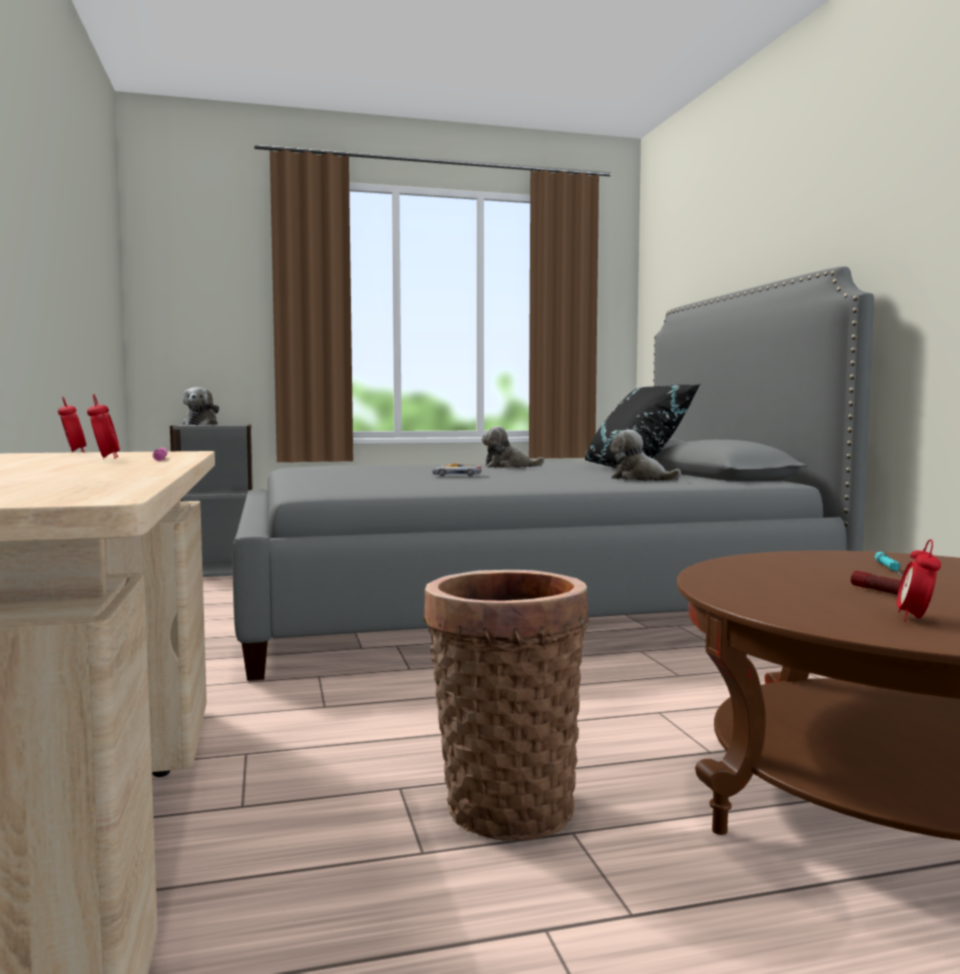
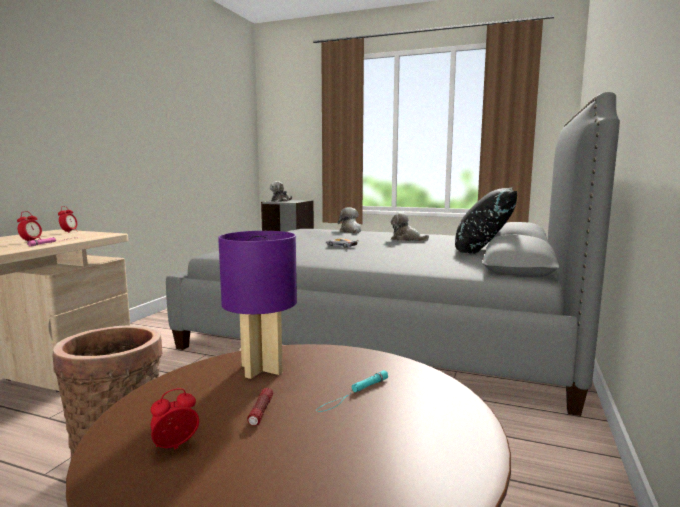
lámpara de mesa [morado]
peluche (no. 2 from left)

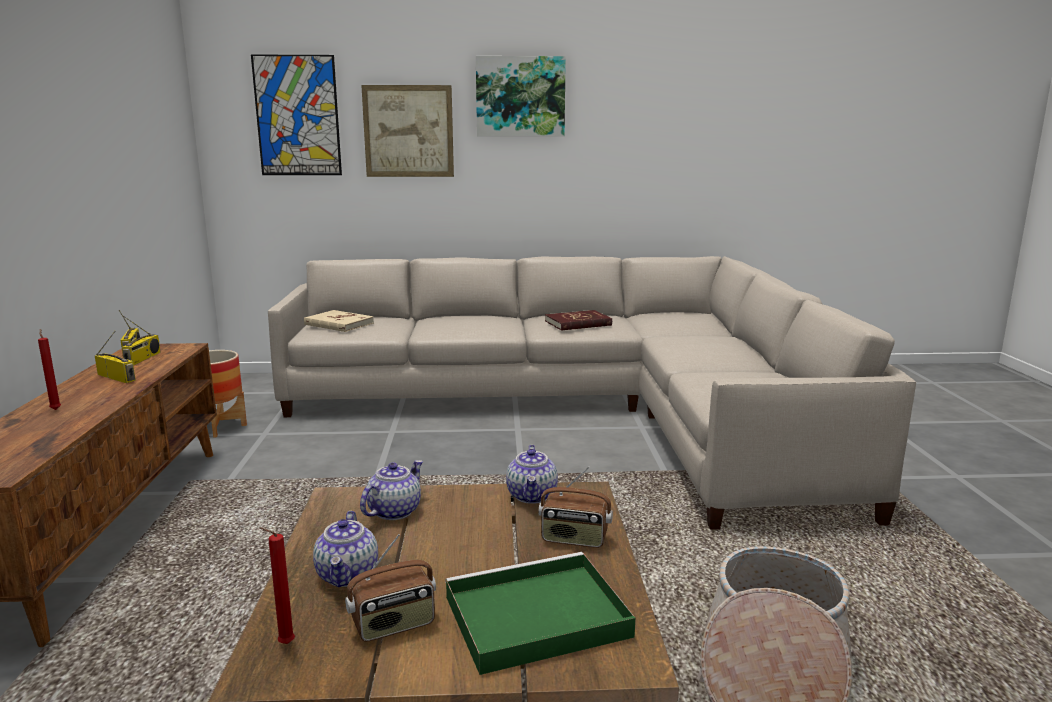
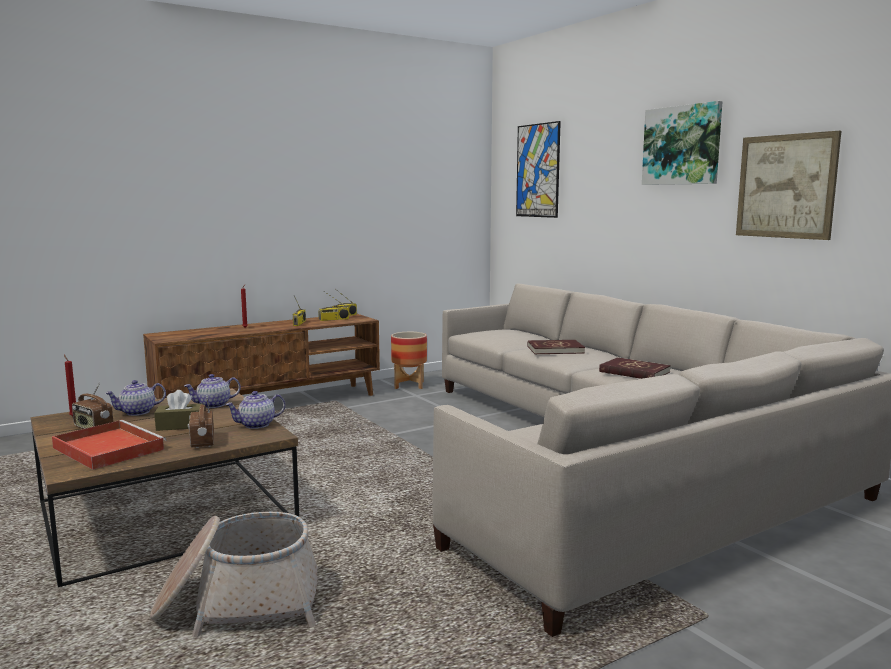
bandeja [rojo]
caja de pañuelos [marrón]
tetera (no. 2 from left)
libro [rojo] (no. 1 from left)
cuadro (no. 3 from left)
libro [beis]

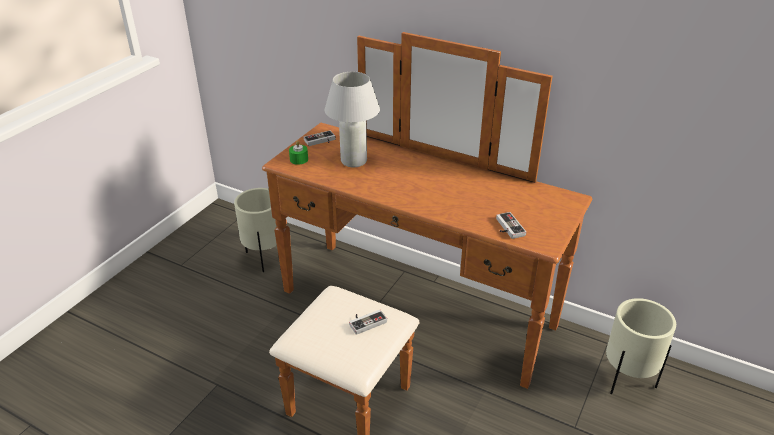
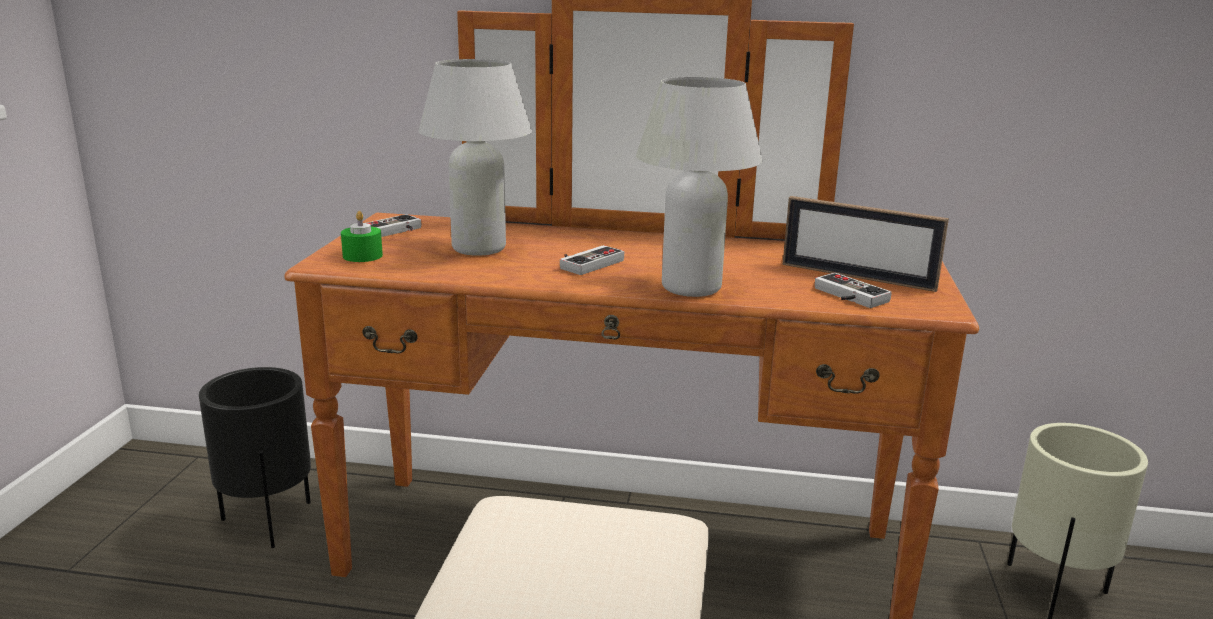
maceta [negro]
mando de consola (no. 2 from left)
lámpara de mesa [blanco] (no. 2 from left)
portarretratos

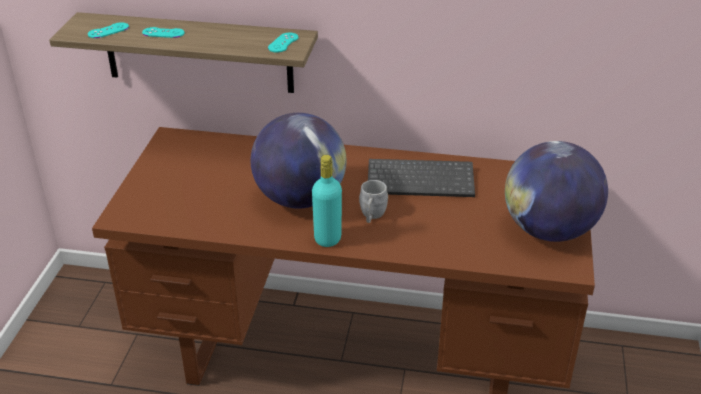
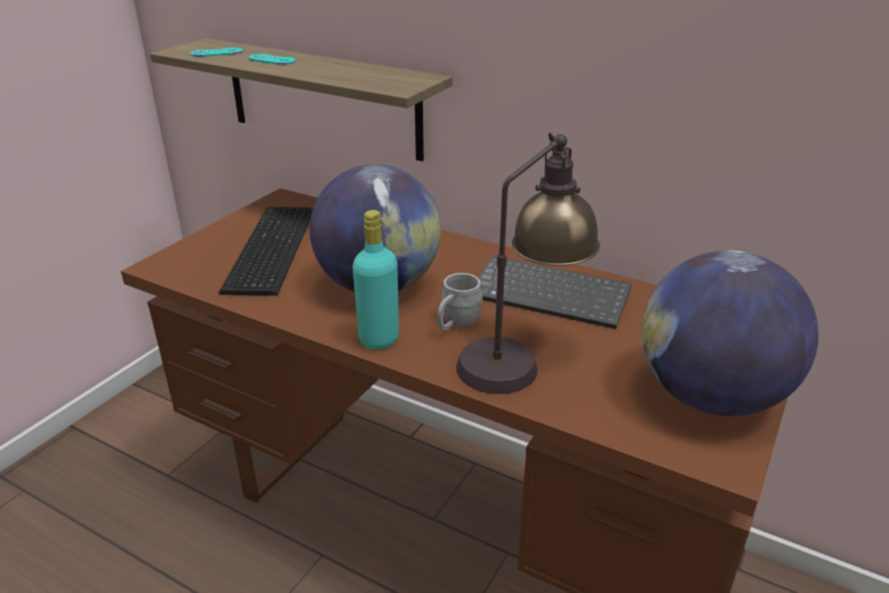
teclado (no. 1 from left)
lámpara de mesa
mando de consola [turquesa] (no. 3 from left in the first image)

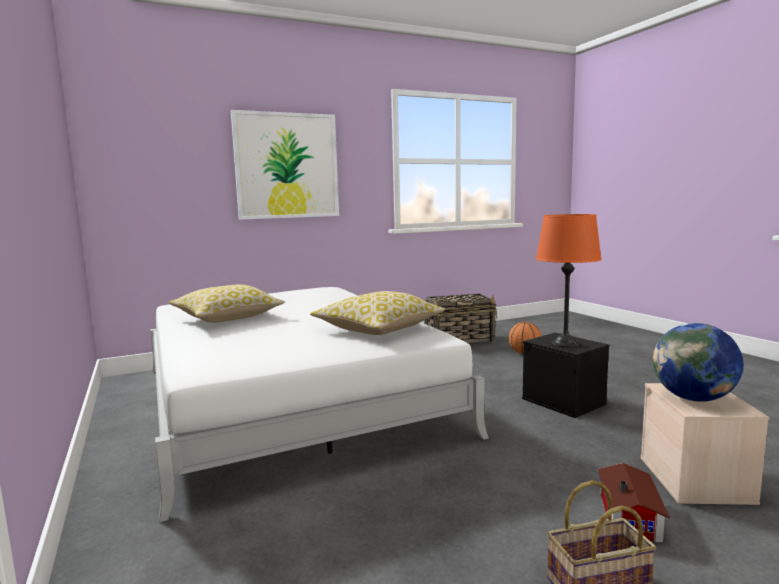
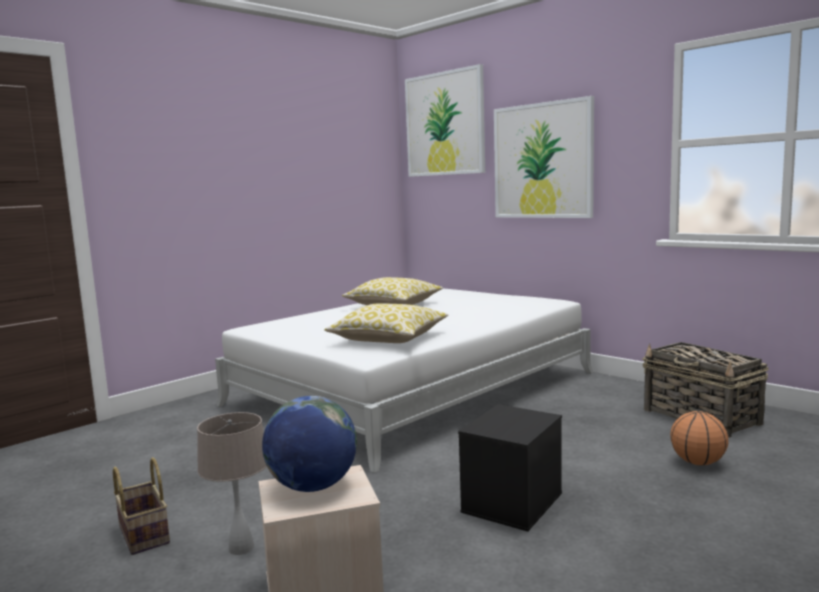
lámpara de mesa [beis]
cuadro (no. 1 from left)
lámpara de mesa [naranja]

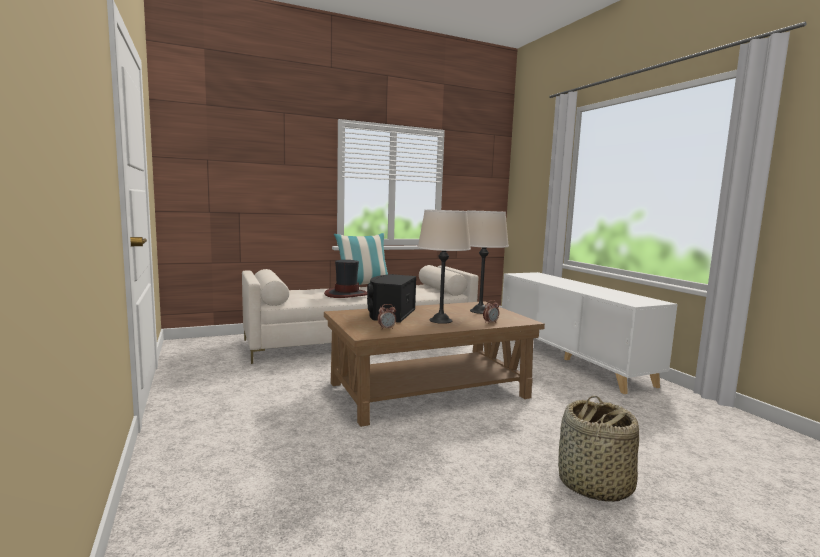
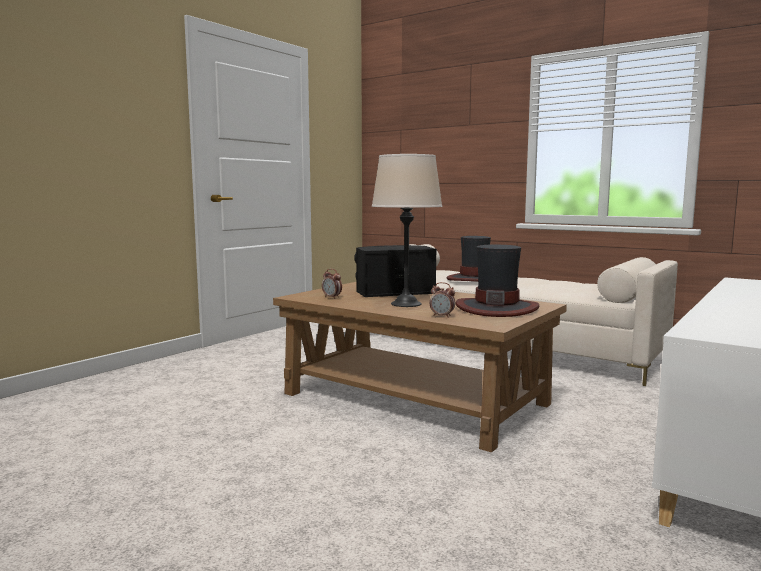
sombrero (no. 2 from left)
cojín
cesta

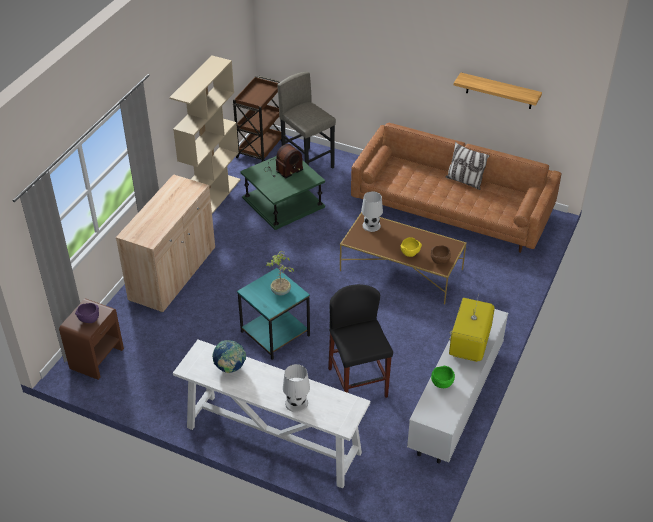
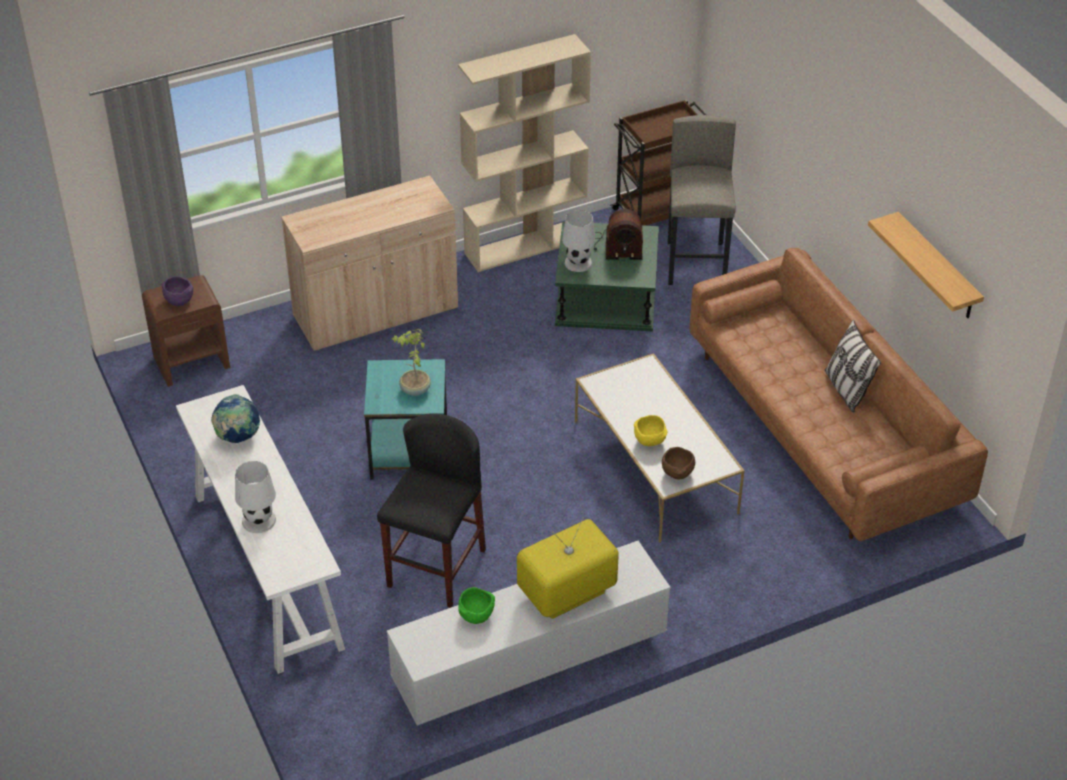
lámpara de mesa [blanco] (no. 2 from left)
mesa de centro [blanco]

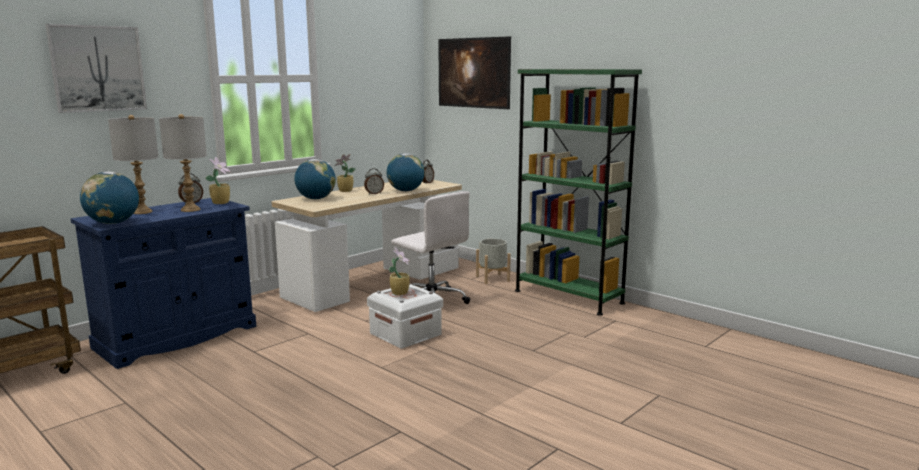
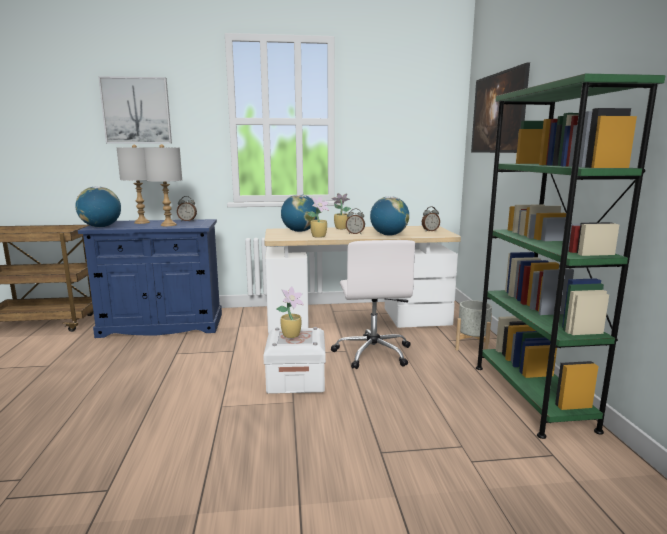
planta en maceta (no. 2 from left)

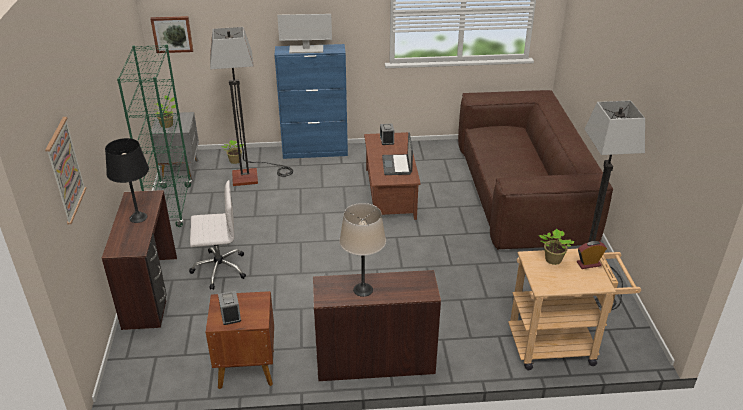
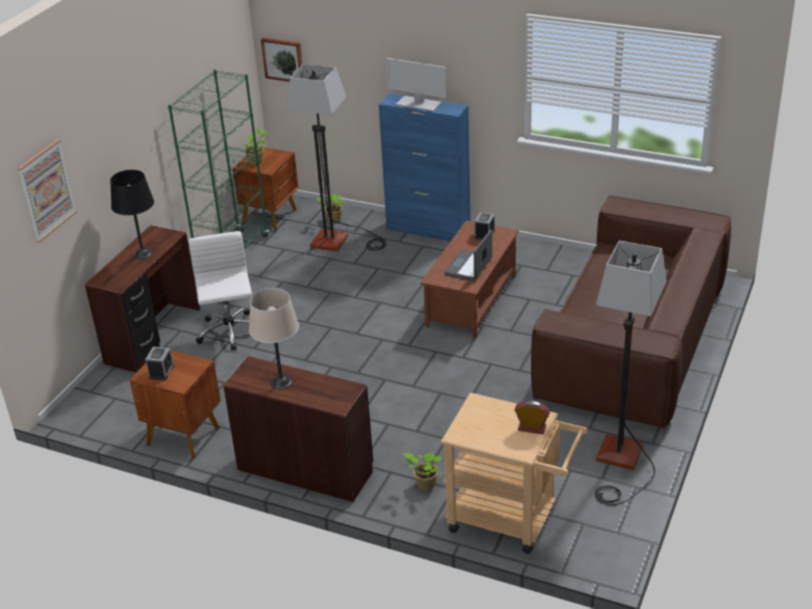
silla de oficina [blanco]
mesita de noche [marrón] (no. 2 from left)
planta en maceta (no. 3 from left)

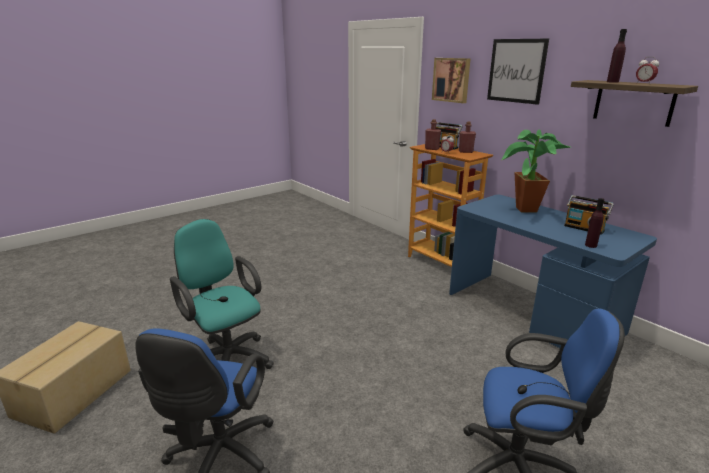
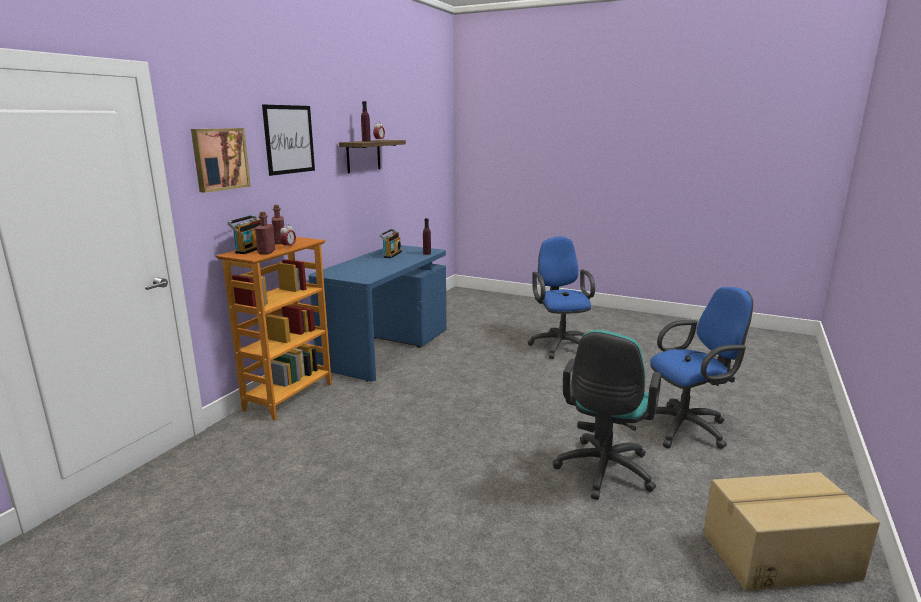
planta en maceta

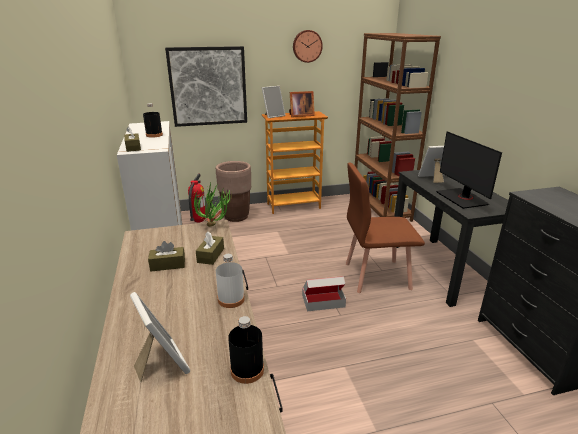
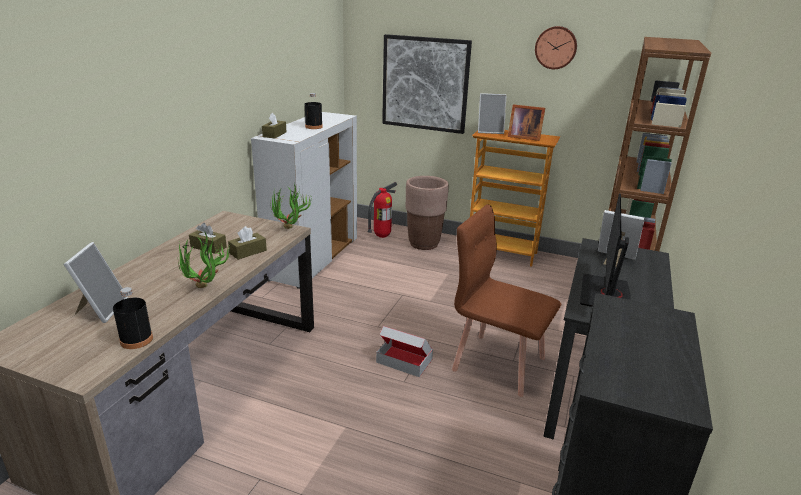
planta en maceta (no. 1 from left)

